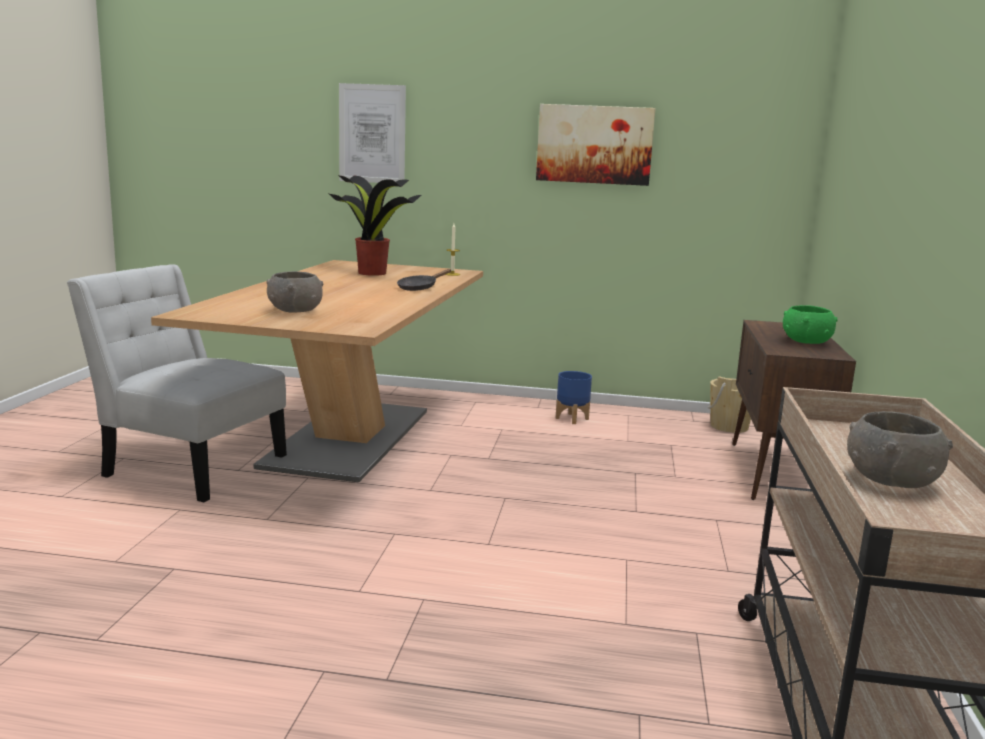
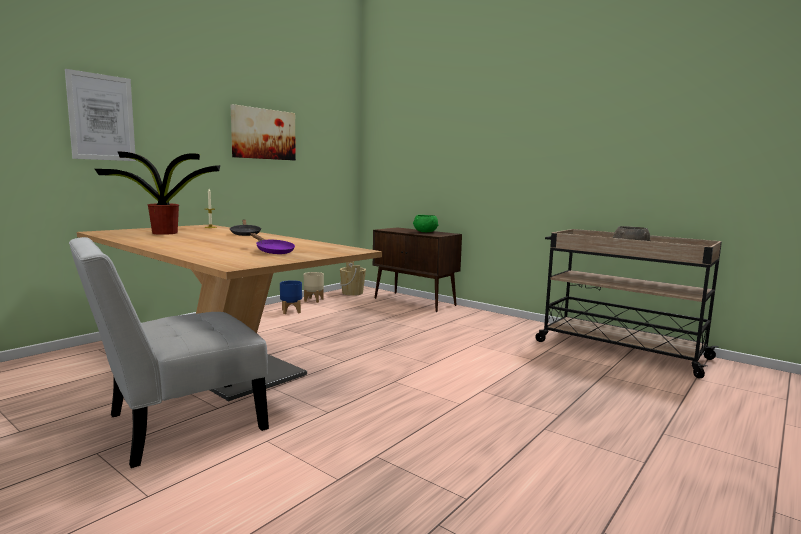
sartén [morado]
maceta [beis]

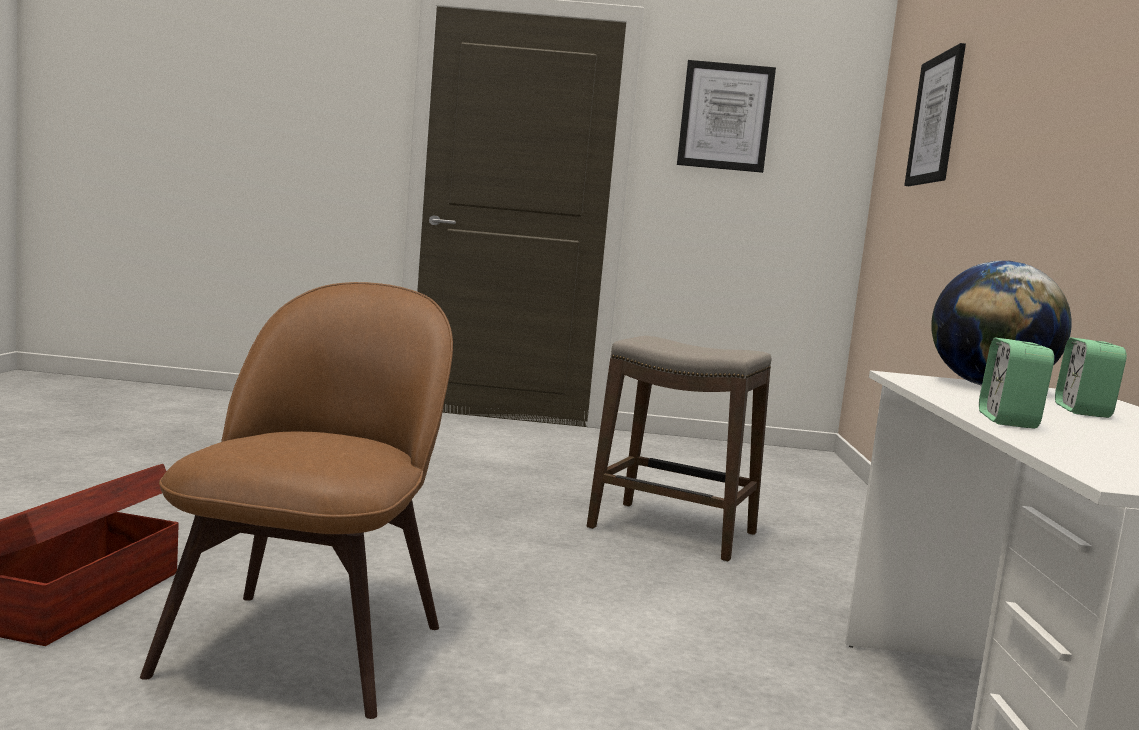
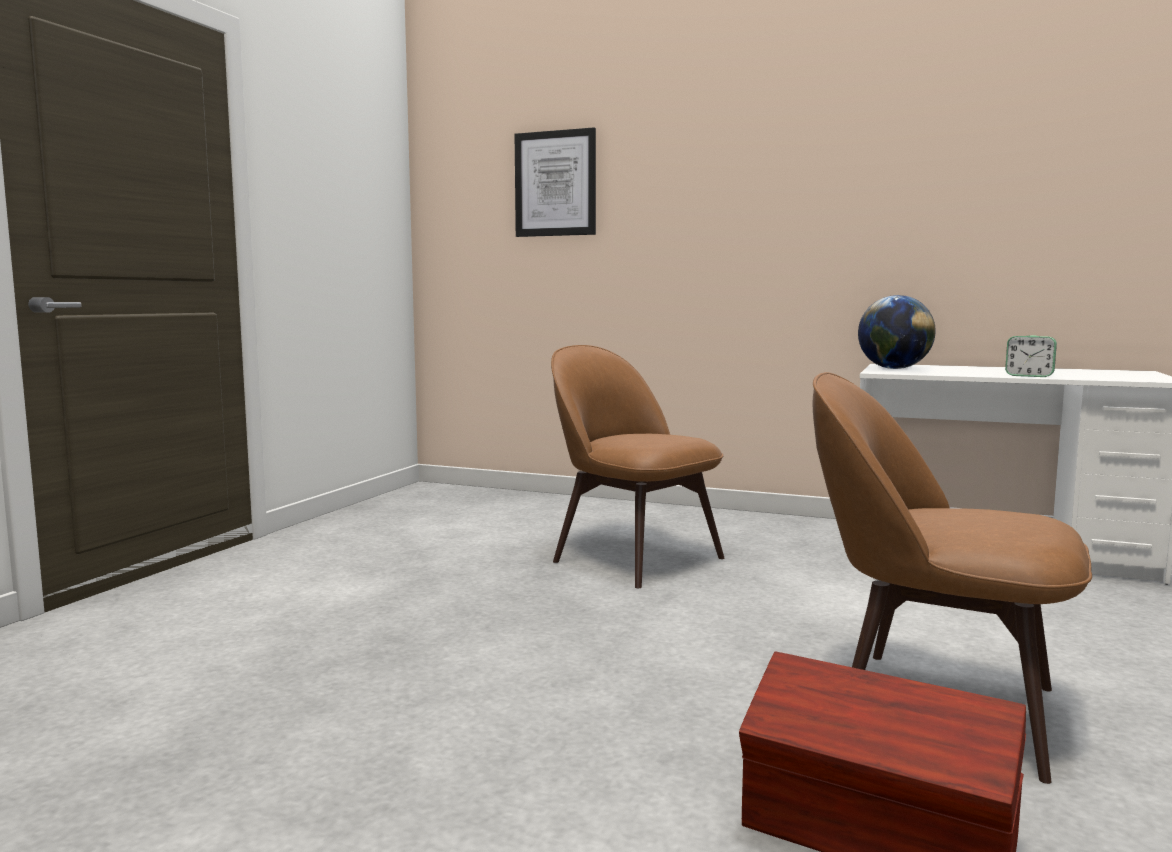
silla [marrón] (no. 1 from left)
cuadro (no. 1 from left in the first image)
despertador (no. 2 from left in the first image)

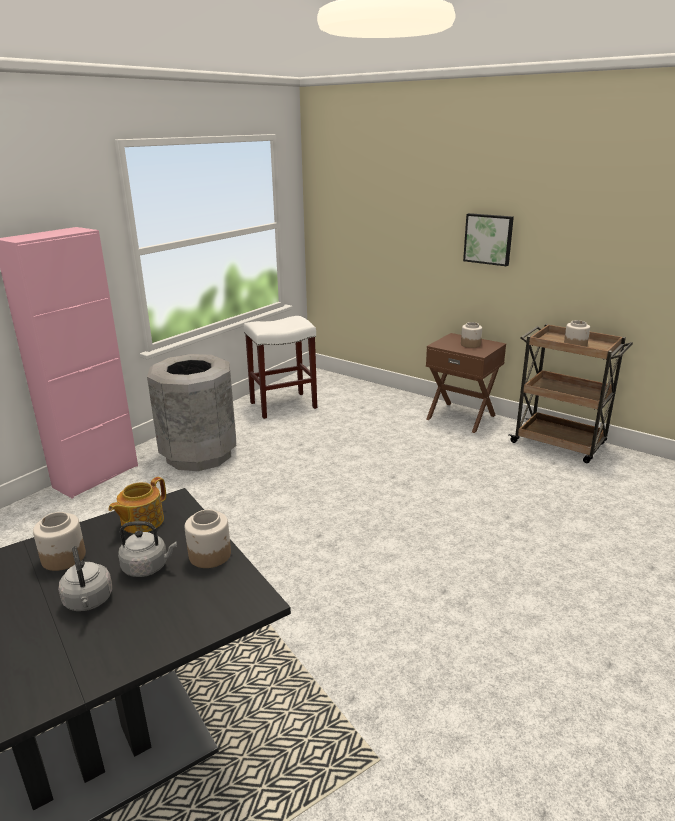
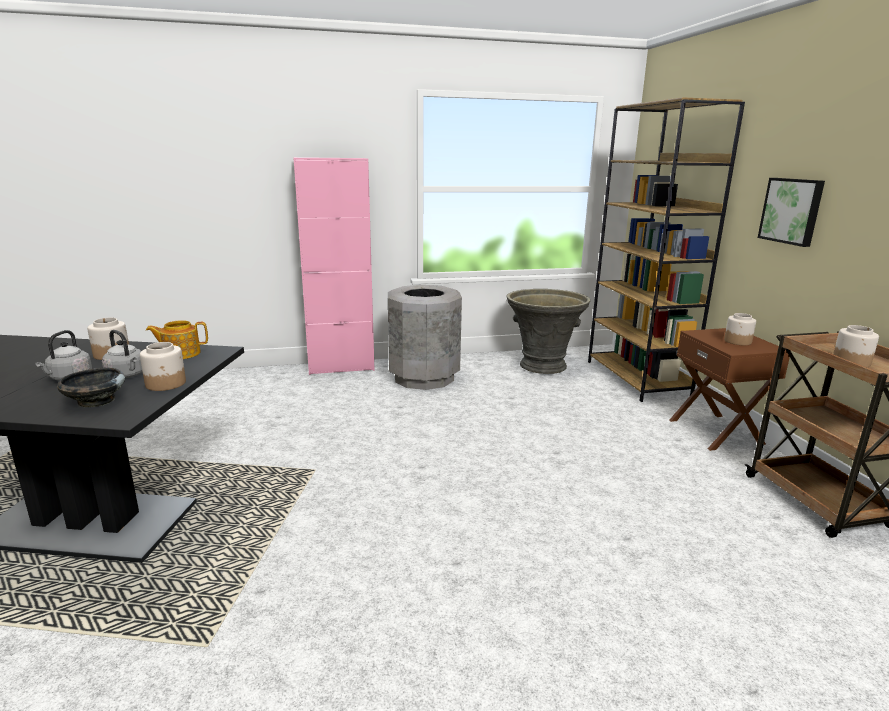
cuenco [negro]
maceta [gris]
estantería [marrón]

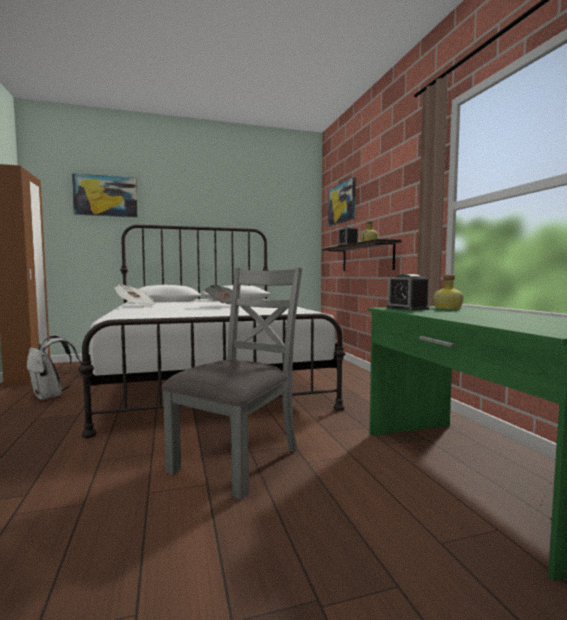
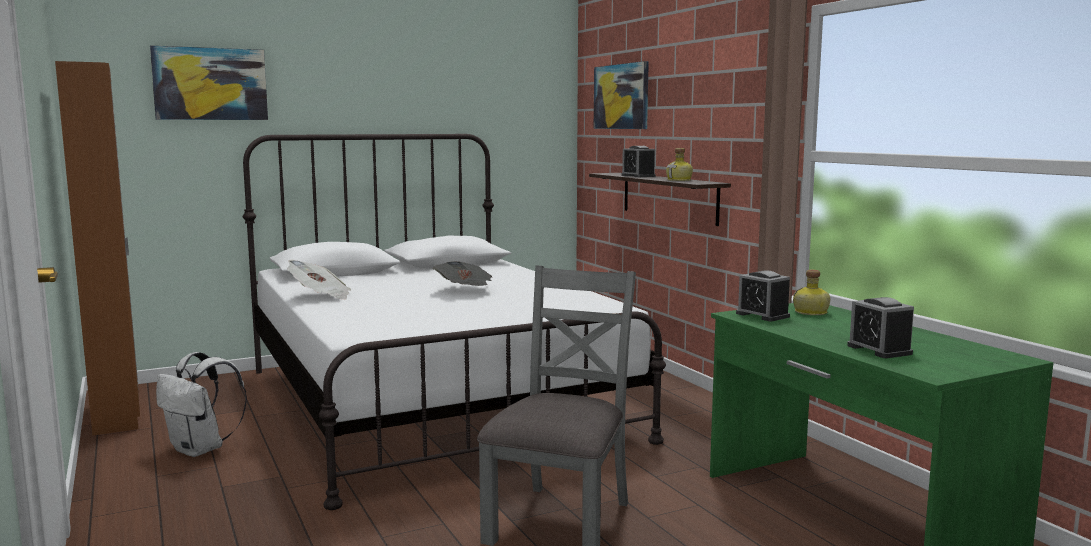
despertador (no. 3 from left)

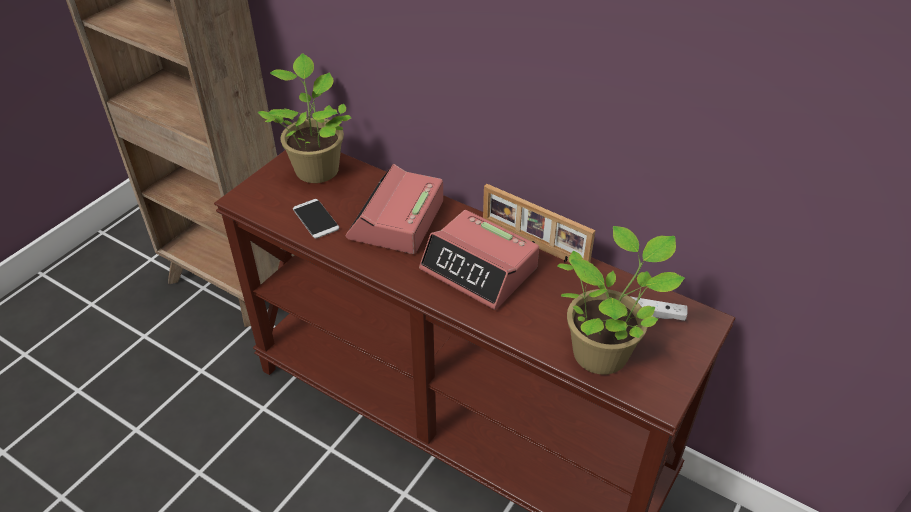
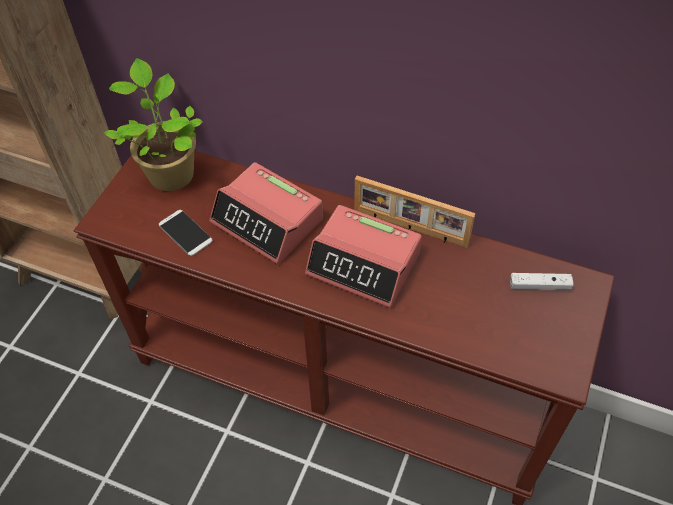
despertador (no. 1 from left)
planta en maceta (no. 2 from left in the first image)

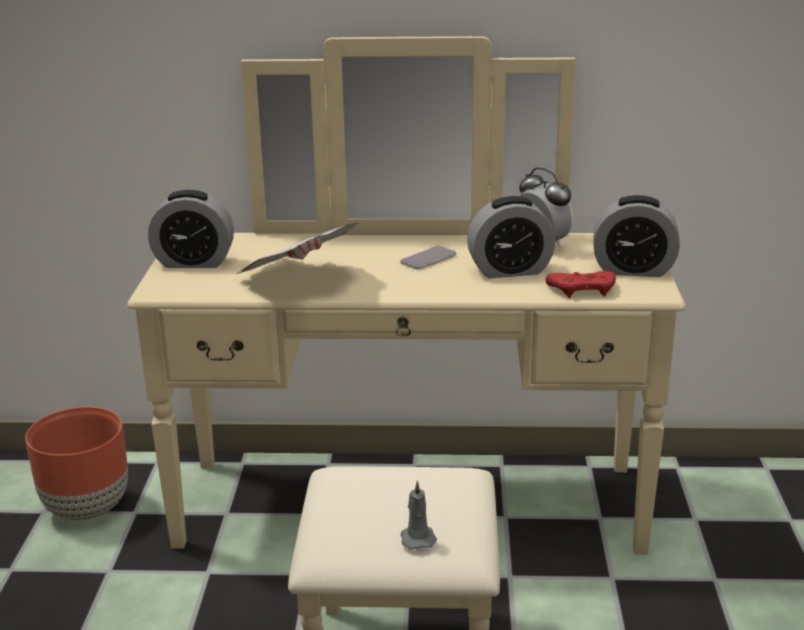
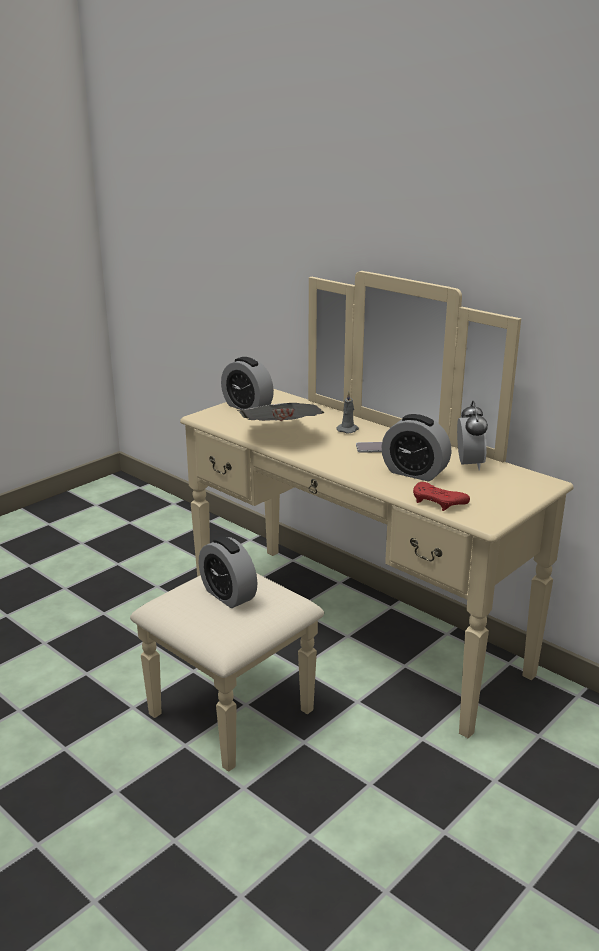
despertador (no. 1 from left)
vela [gris]
maceta [marrón]

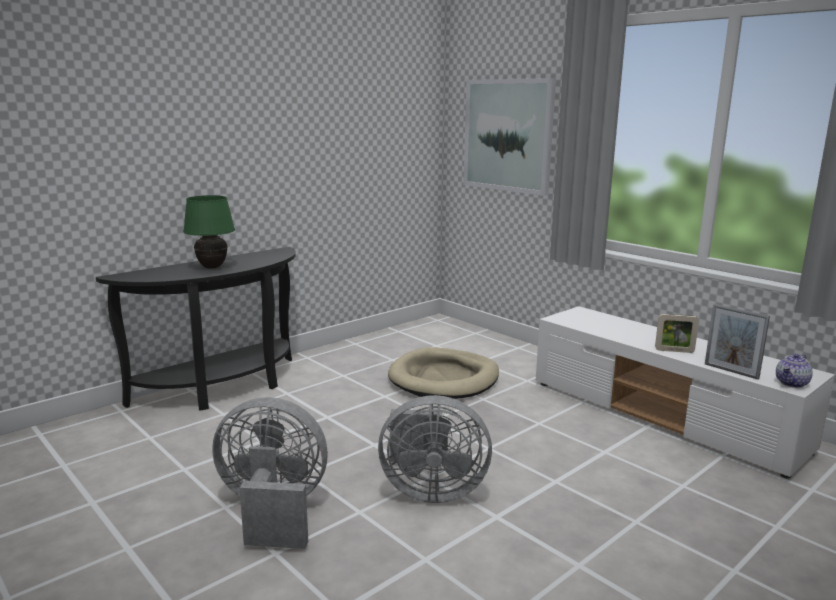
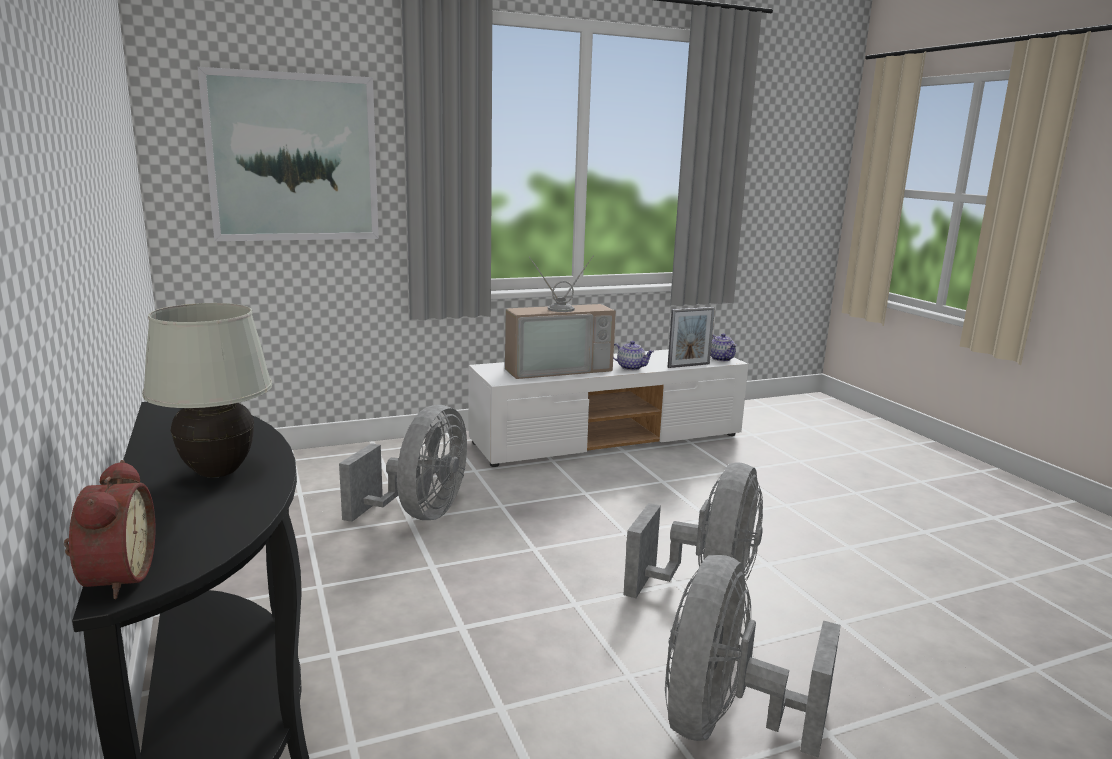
despertador
lámpara de mesa [blanco]
ventilador [gris] (no. 1 from left)
televisor
tetera (no. 1 from left)

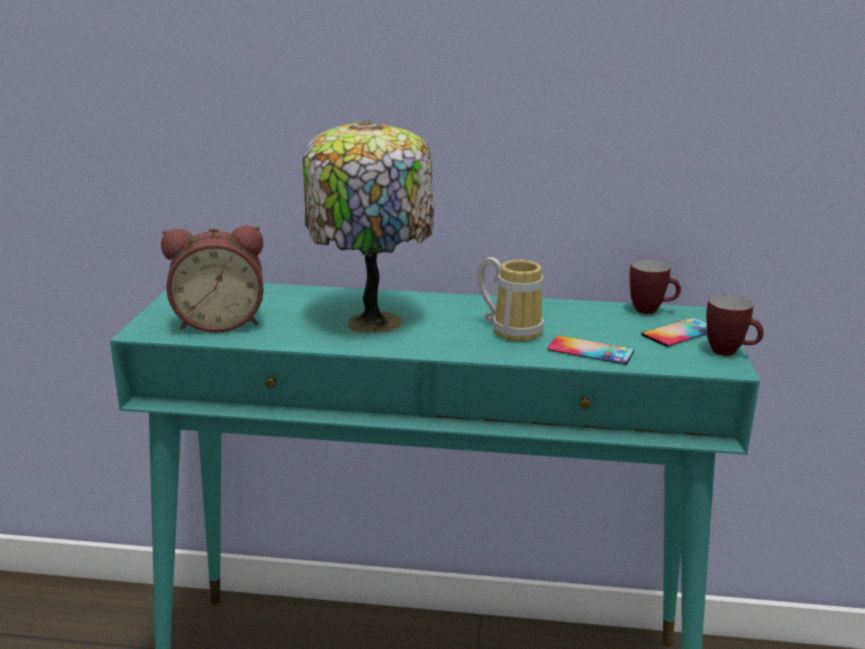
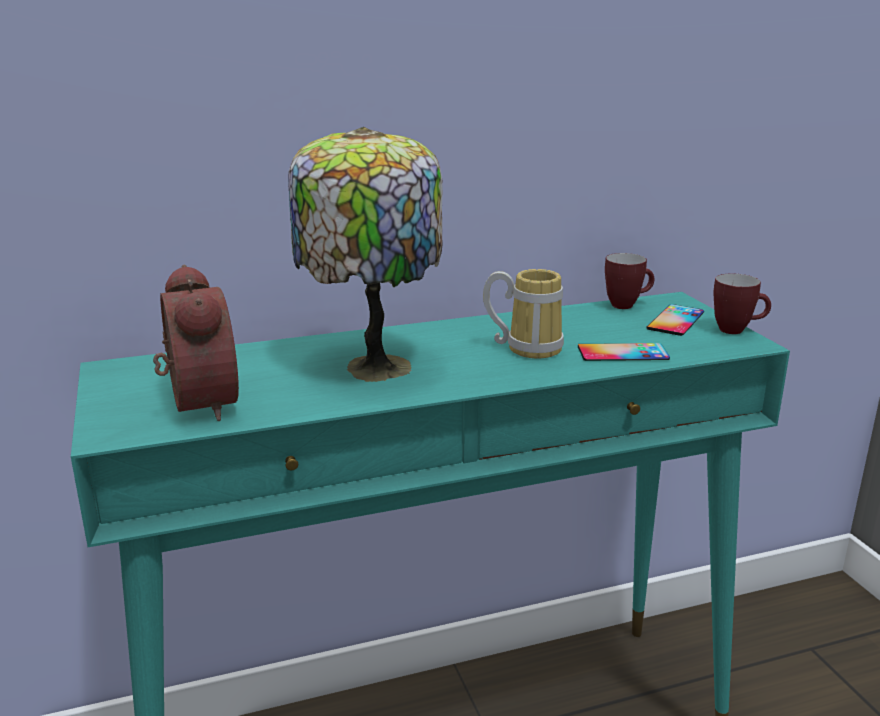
despertador

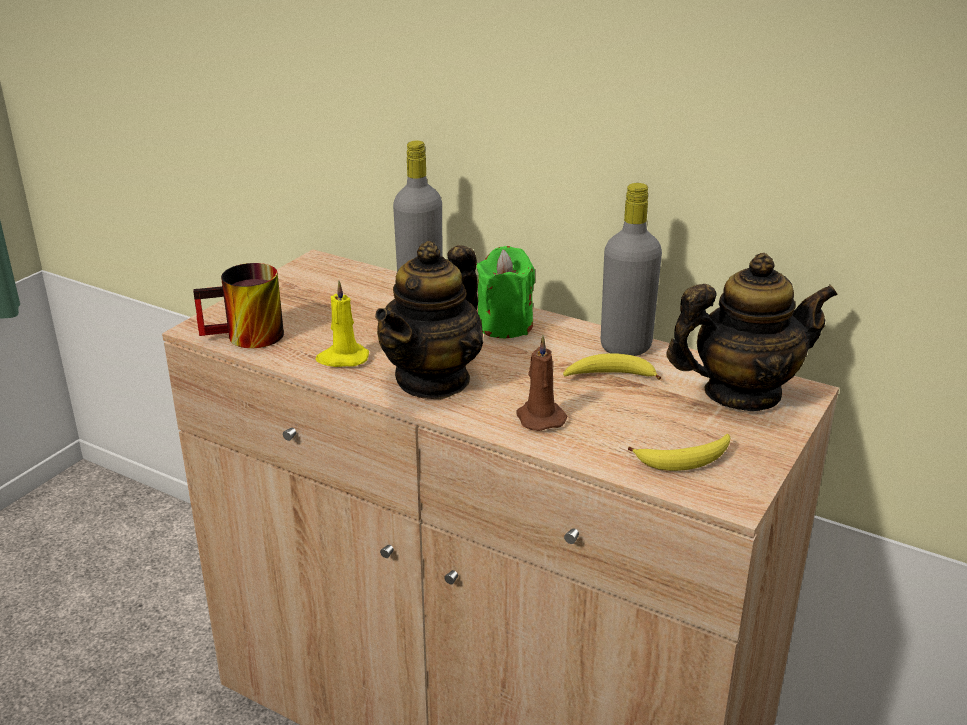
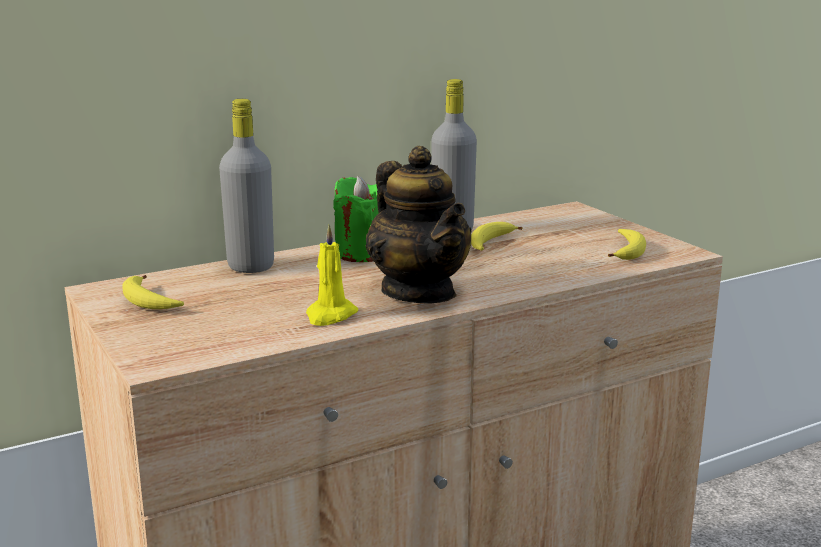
plátano (no. 1 from left)
taza grande
vela [marrón]
tetera (no. 2 from left in the first image)

